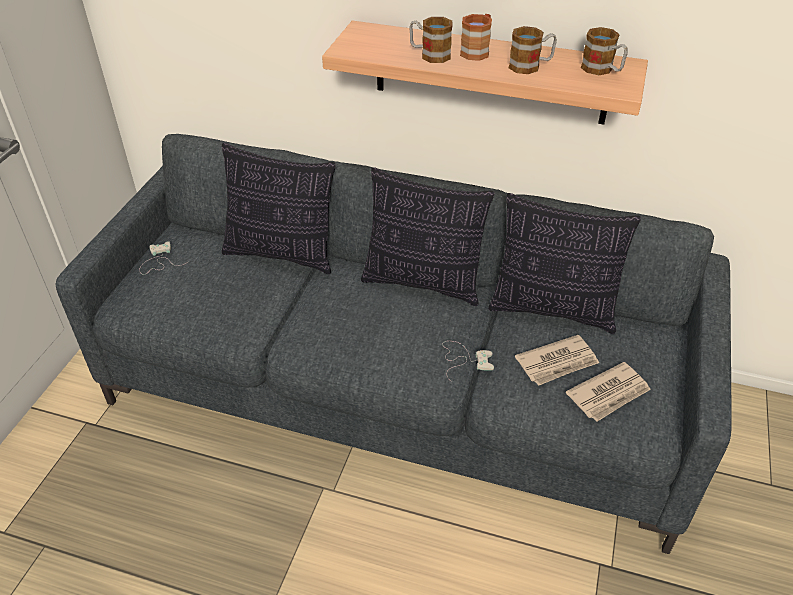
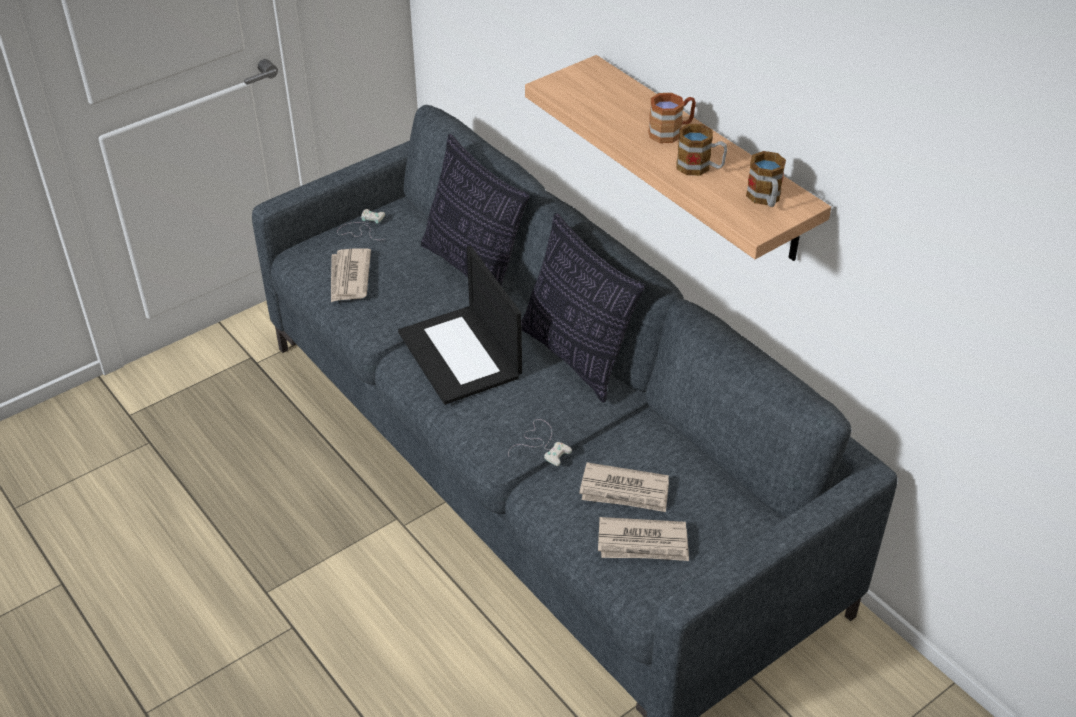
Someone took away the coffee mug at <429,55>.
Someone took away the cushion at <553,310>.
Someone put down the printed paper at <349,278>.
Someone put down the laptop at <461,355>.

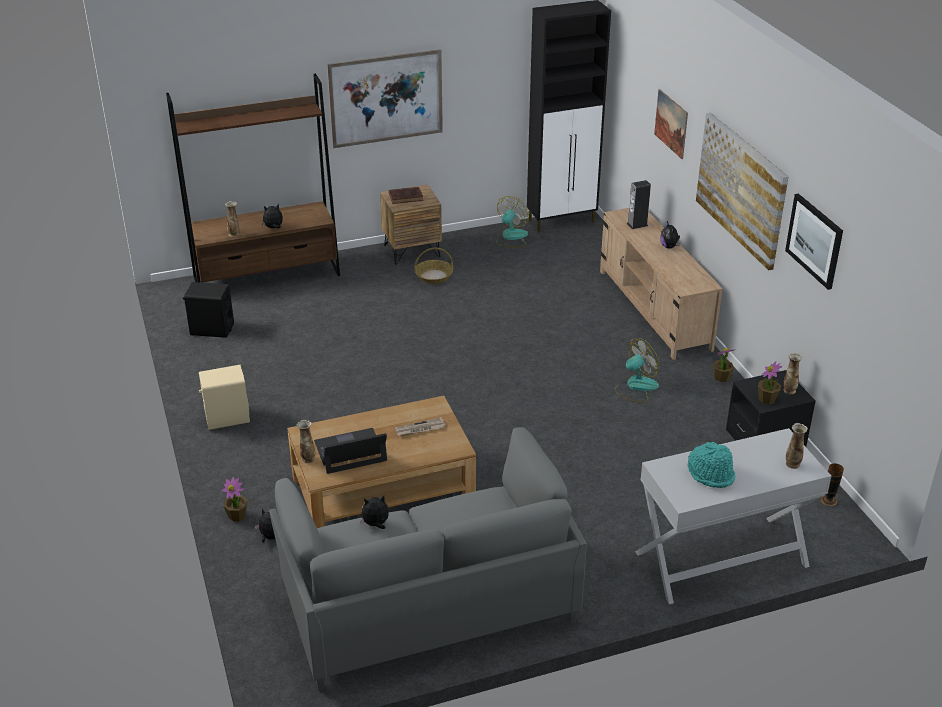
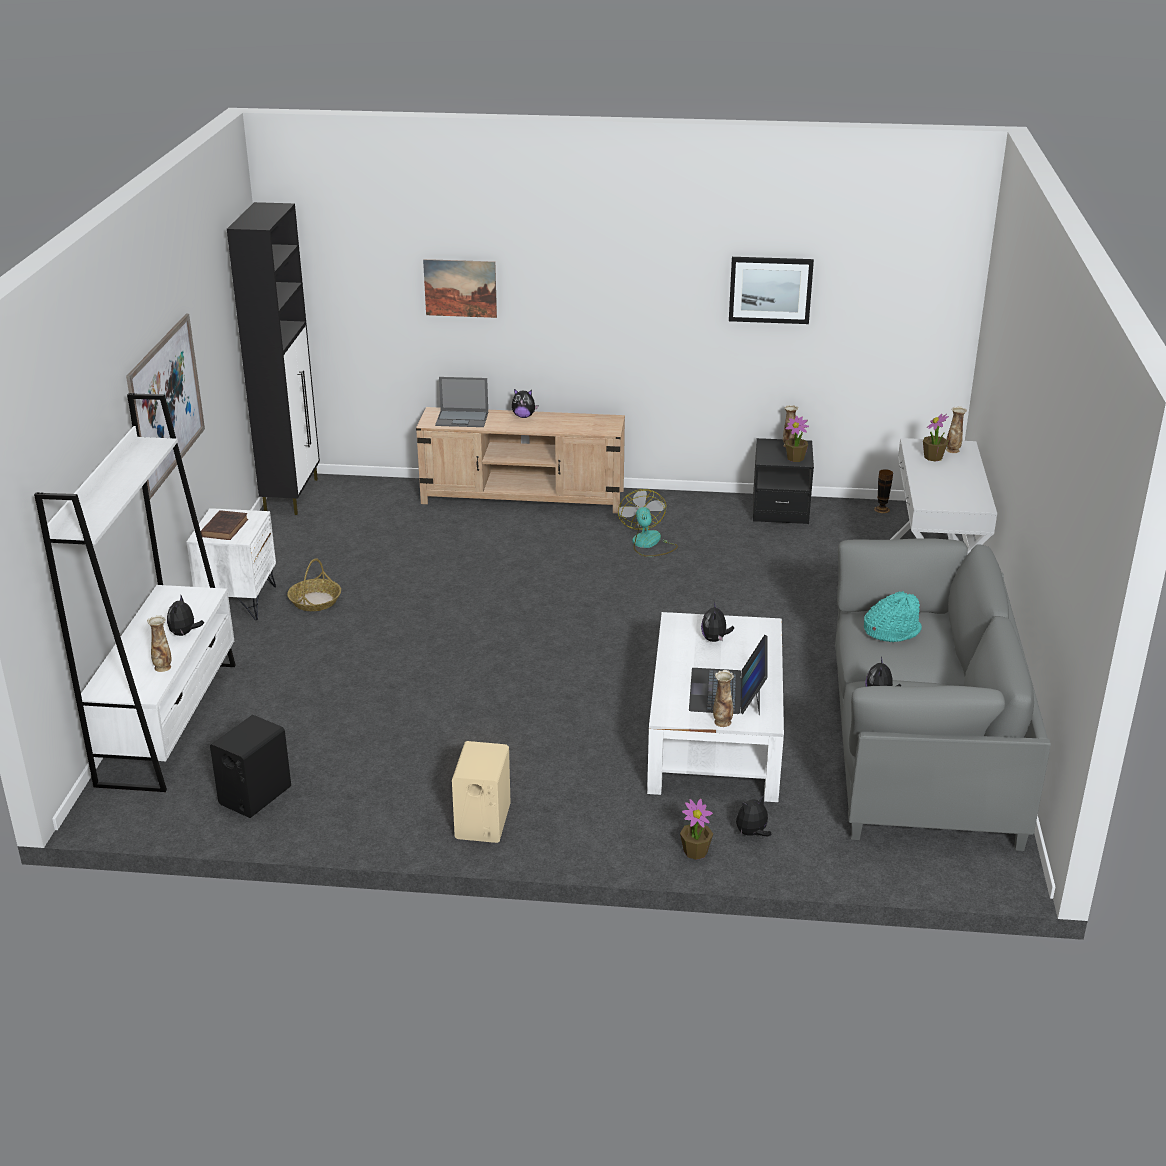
Someone repainted the bookcase/brown at <267,276>, which became the bookcase/white-coloured at <169,722>.
Someone repainted the lounge table/brown at <382,490>, which became the lounge table/white-coloured at <715,735>.
Someone repainted the bedside table/brown at <412,251>, which became the bedside table/white-coloured at <238,601>.
Someone swapped the printed paper at <420,429> for the soft toy at <715,639>.
Someone took away the cooling fan at <511,237>.
Someone swapped the audio speaker at <637,224> for the laptop at <462,419>.
Someone carried the wearable hat/turquoise-coloured from <711,474> to <891,631>.
Someone took away the picture at <741,189>.
Someone carried the plant in a pot from <721,377> to <933,457>.

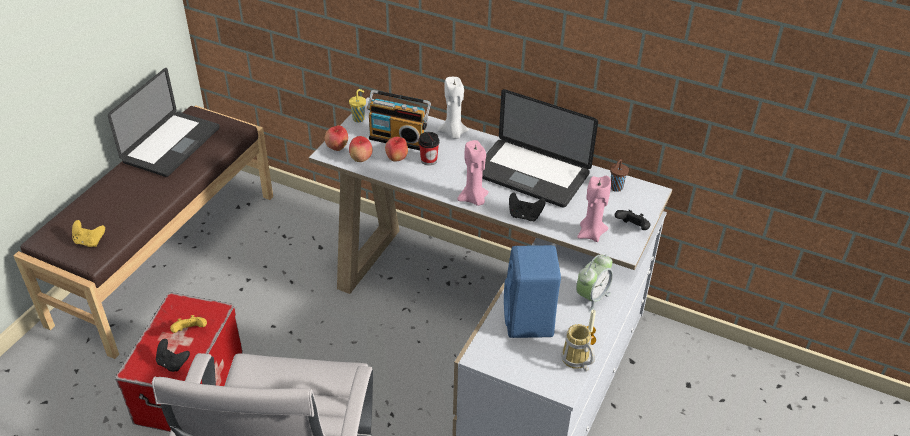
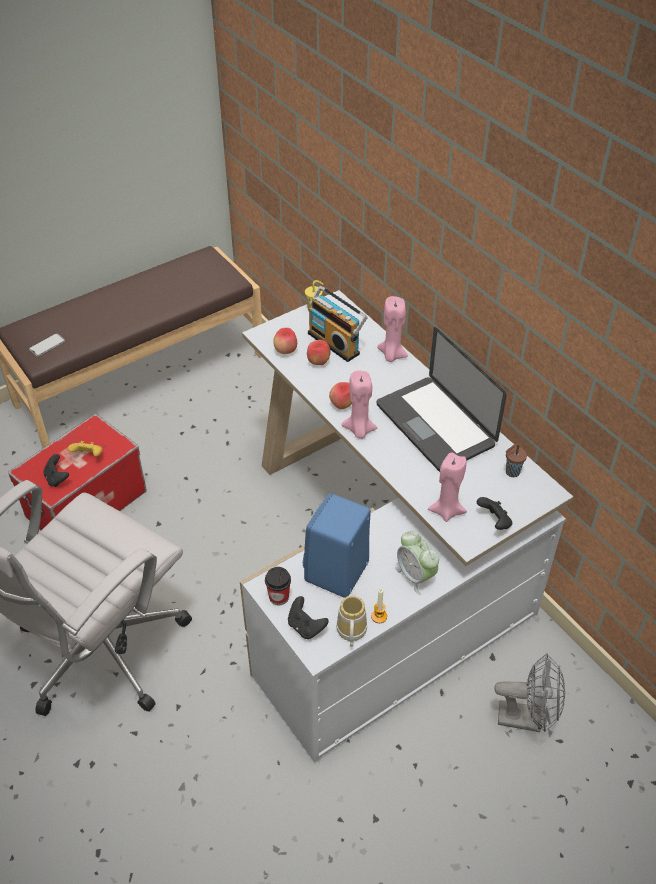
Someone swapped the gamepad/yellow at <89,241> for the telephone at <47,345>.
Someone took away the laptop at <171,145>.
Someone carried the whole apple from <337,148> to <342,405>.
Someone carried the small cup from <429,160> to <279,597>.
Someone repainted the wax candle/white-coloured at <453,133>, which became the wax candle/pink-coloured at <391,355>.
Someone carried the gamepad/black-coloured from <524,216> to <306,627>.
Someone rotated the alarm clock at <592,297> by 75 degrees clockwise.
Someone put down the cooling fan/gray at <527,718>.

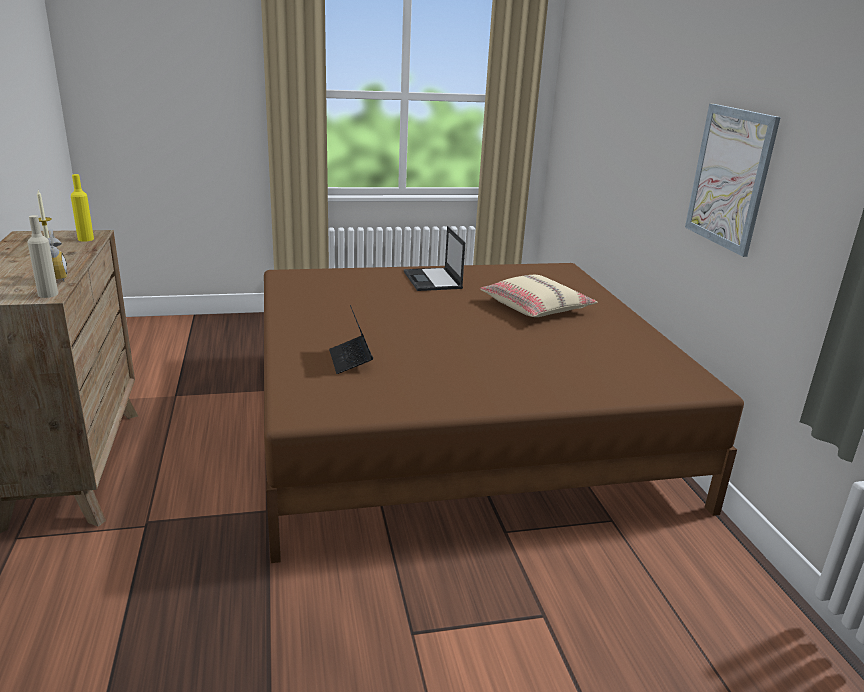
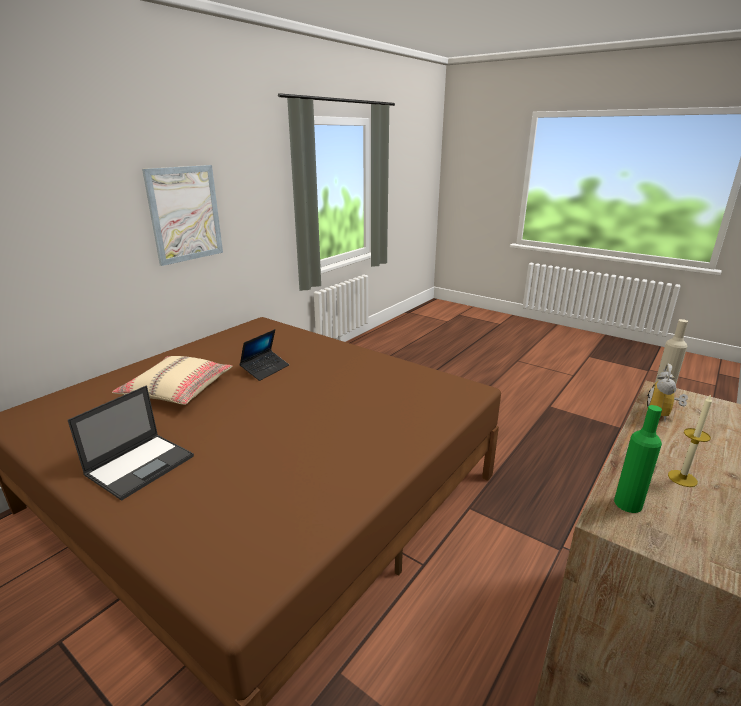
Someone repainted the beverage bottle/yellow at <85,239>, which became the beverage bottle/green at <628,503>.
Someone carried the laptop from <350,360> to <265,369>.

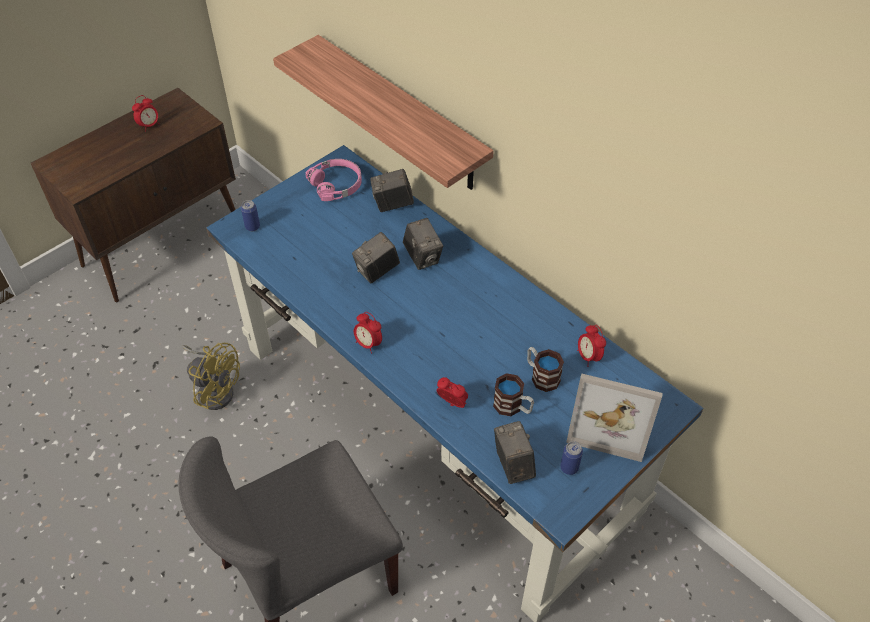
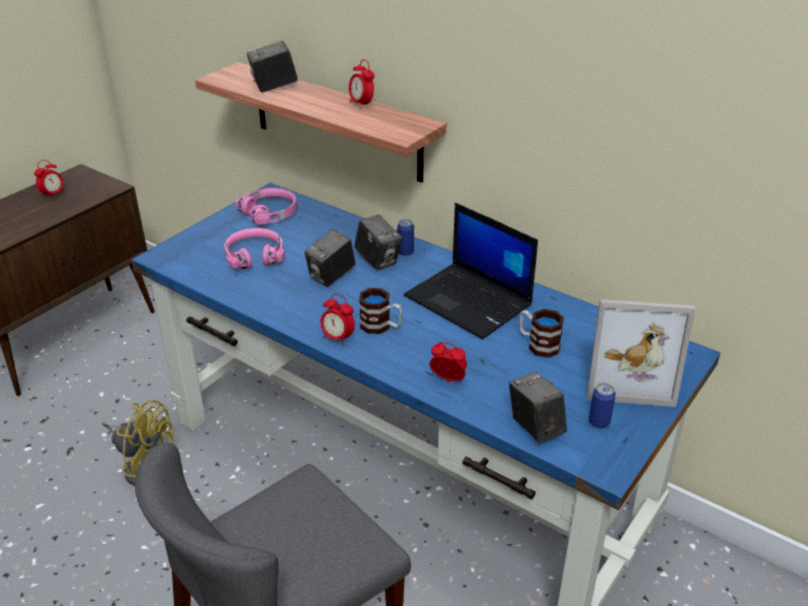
Someone carried the can from <252,227> to <405,252>.
Someone carried the photo camera from <392,204> to <274,87>.
Someone carried the coffee mug from <513,407> to <381,326>.
Someone carried the alarm clock from <588,356> to <361,104>.
Someone put down the pair of headphones/pink-coloured at <254,255>.
Someone put down the laptop at <470,301>.

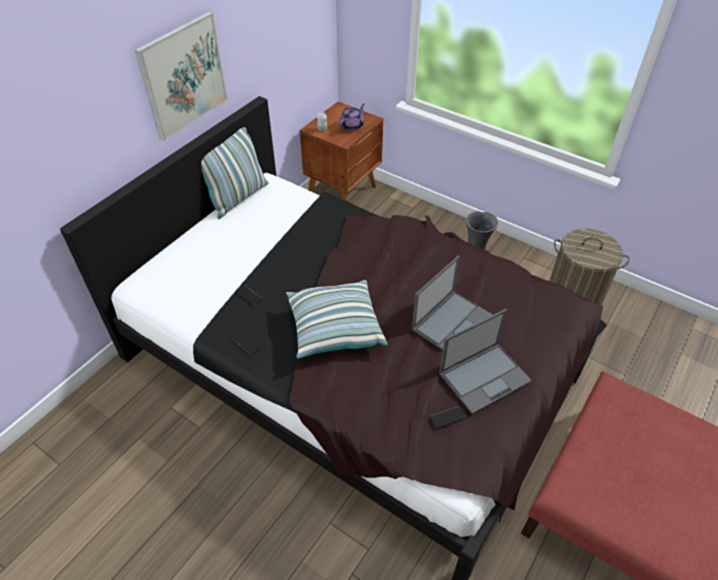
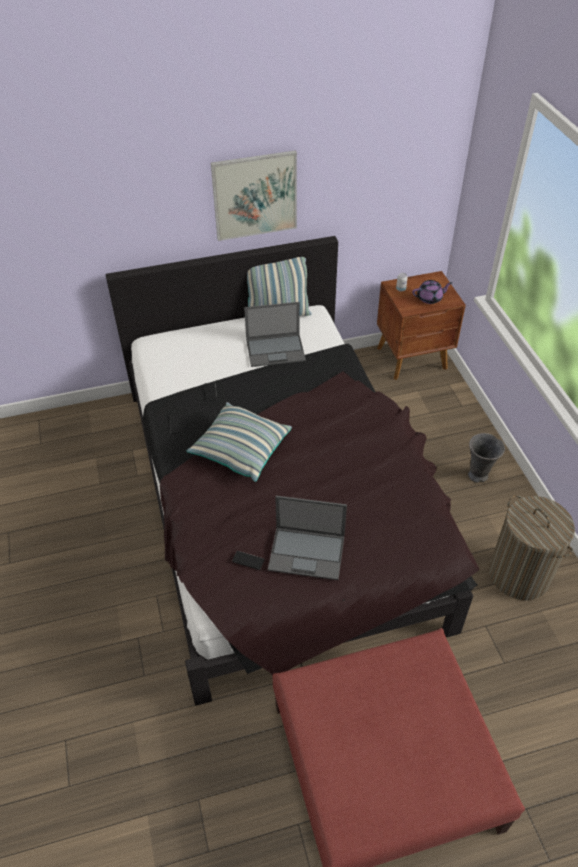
Someone carried the laptop from <452,322> to <276,350>.

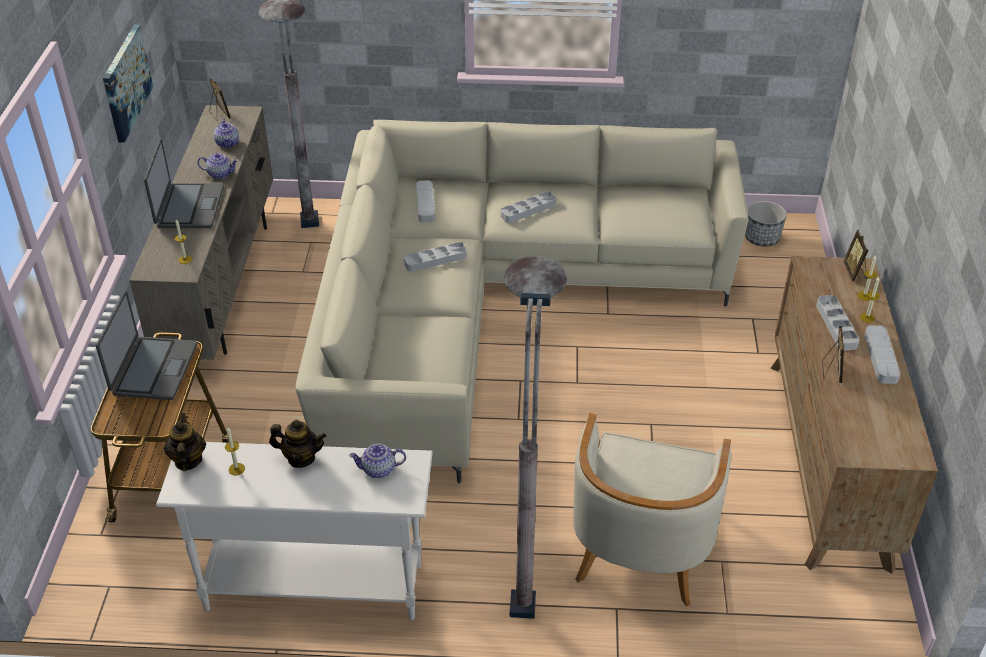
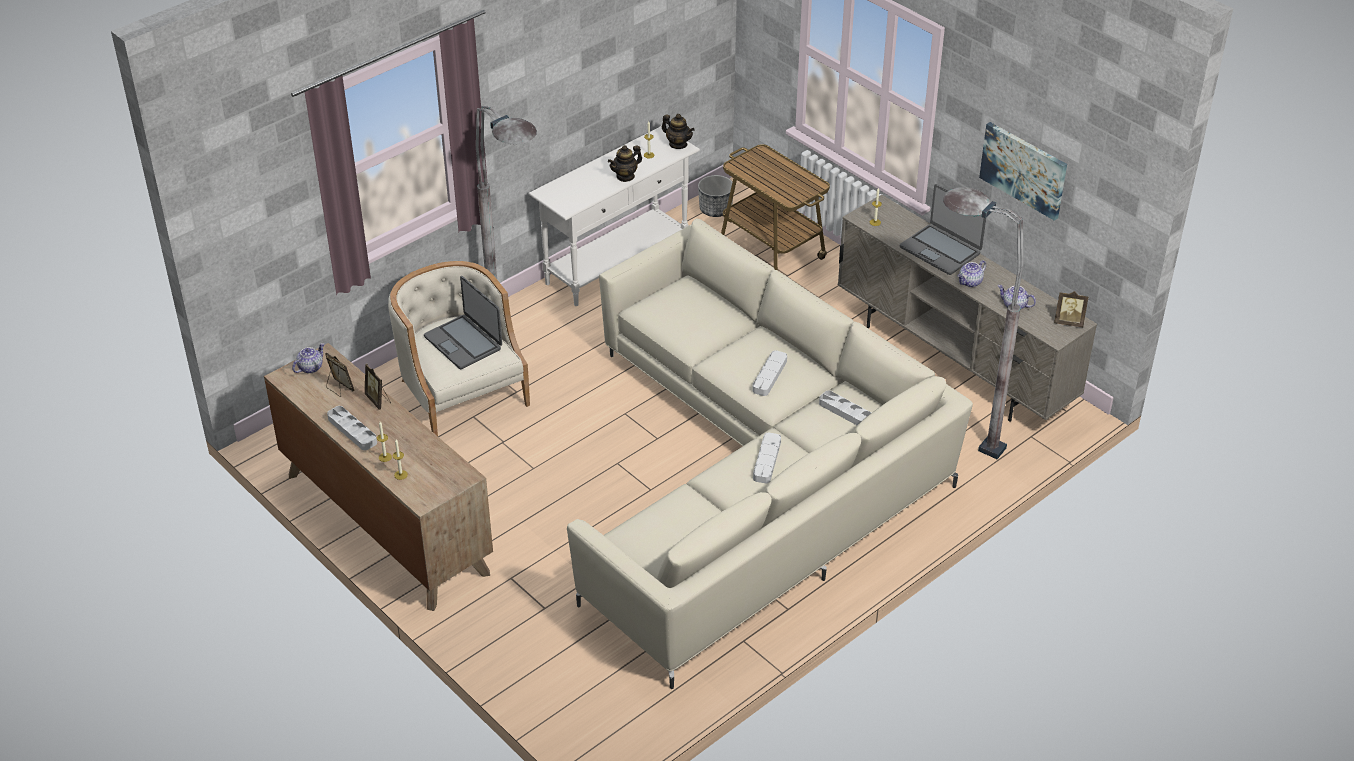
Someone carried the laptop from <153,369> to <464,342>.
Someone carried the teapot from <378,470> to <310,367>.
Someone carried the flower pot from <761,238> to <715,210>.
Someone took away the carrying tray/gray at <836,325>.
Someone carried the photo frame from <855,272> to <339,388>.

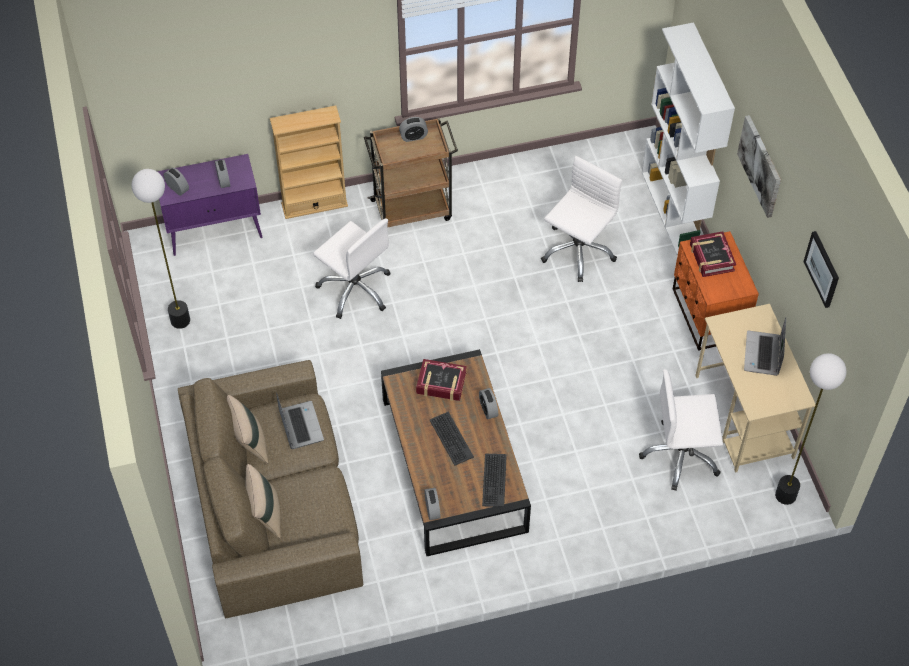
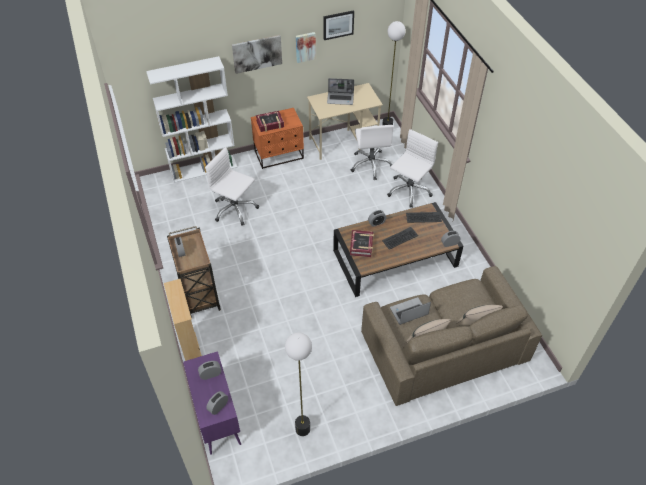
Someone carried the office chair/white-coloured from <355,289> to <409,190>.
Someone put up the picture at <305,46>.

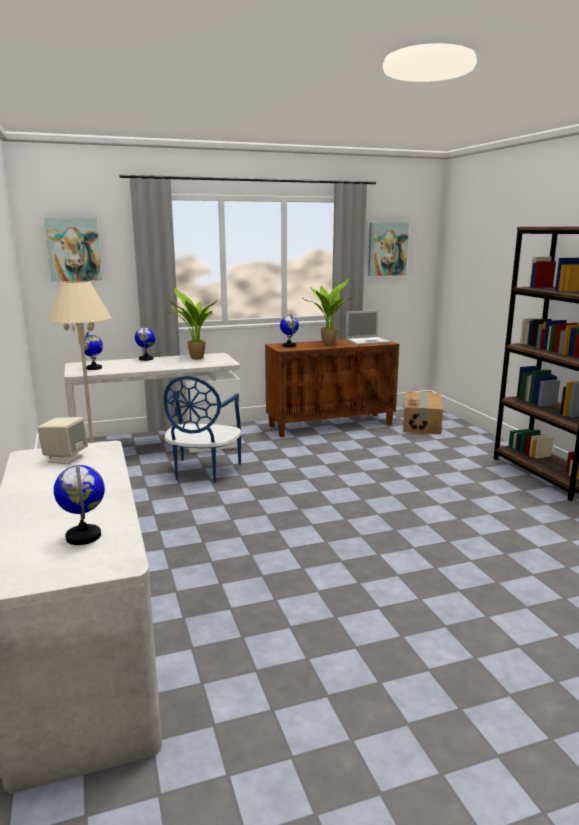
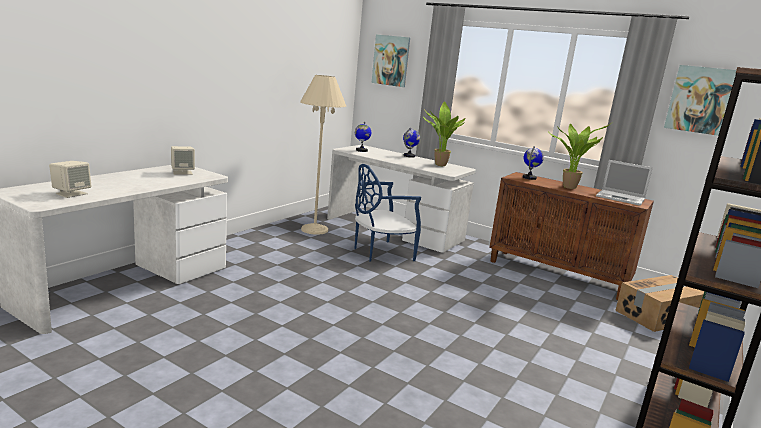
Someone swapped the globe at <84,536> for the audio speaker/sand-coloured at <71,193>.

